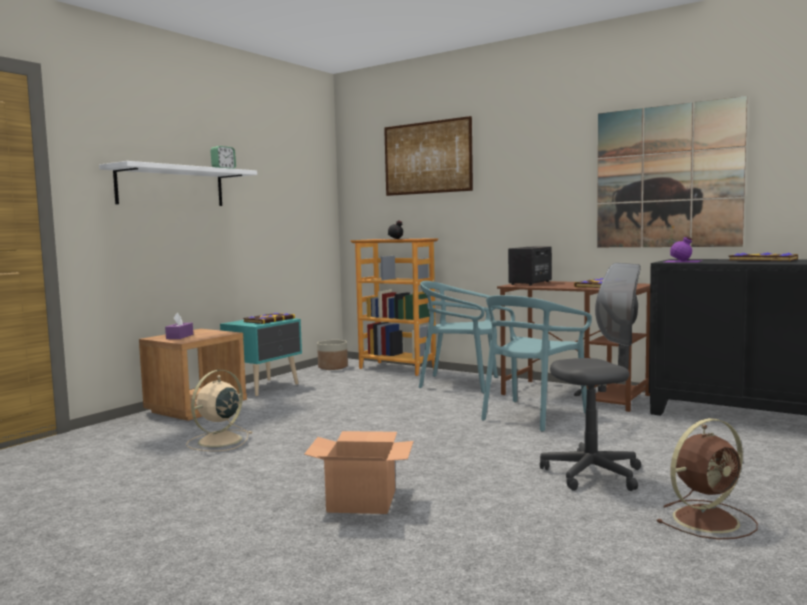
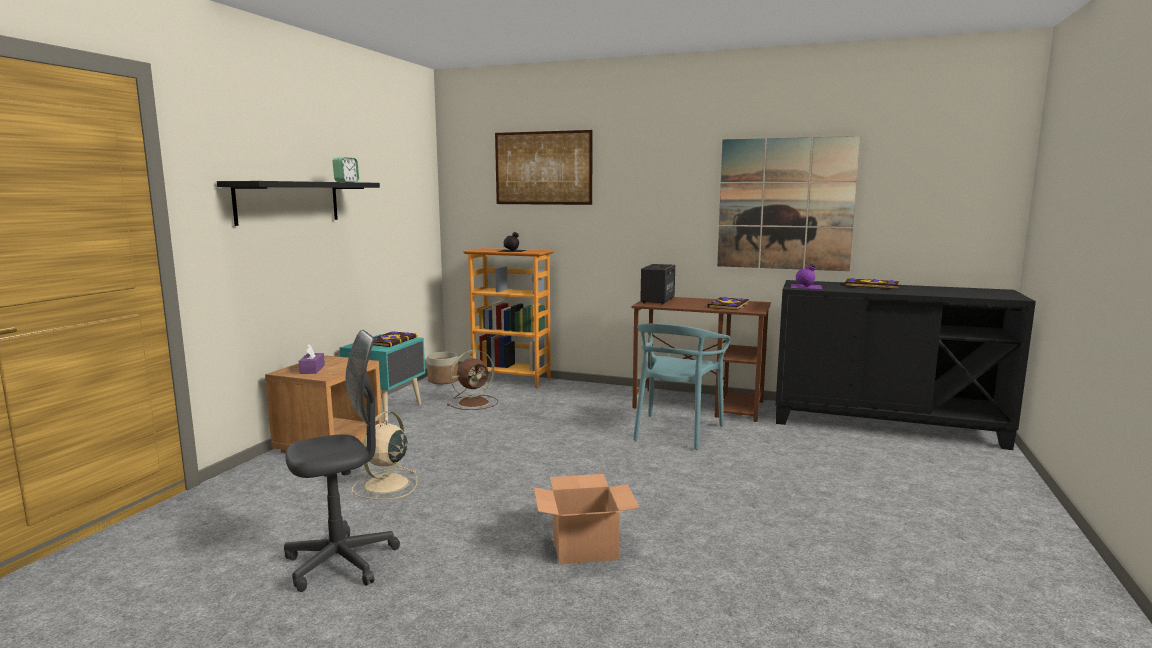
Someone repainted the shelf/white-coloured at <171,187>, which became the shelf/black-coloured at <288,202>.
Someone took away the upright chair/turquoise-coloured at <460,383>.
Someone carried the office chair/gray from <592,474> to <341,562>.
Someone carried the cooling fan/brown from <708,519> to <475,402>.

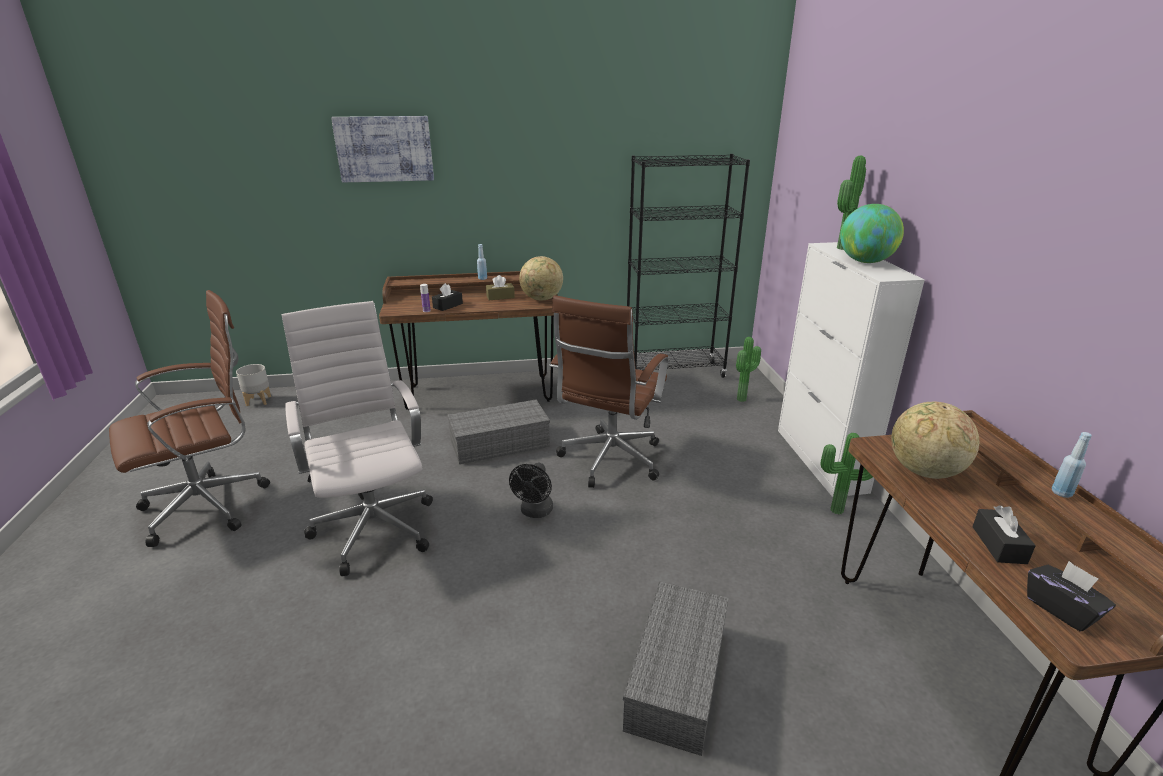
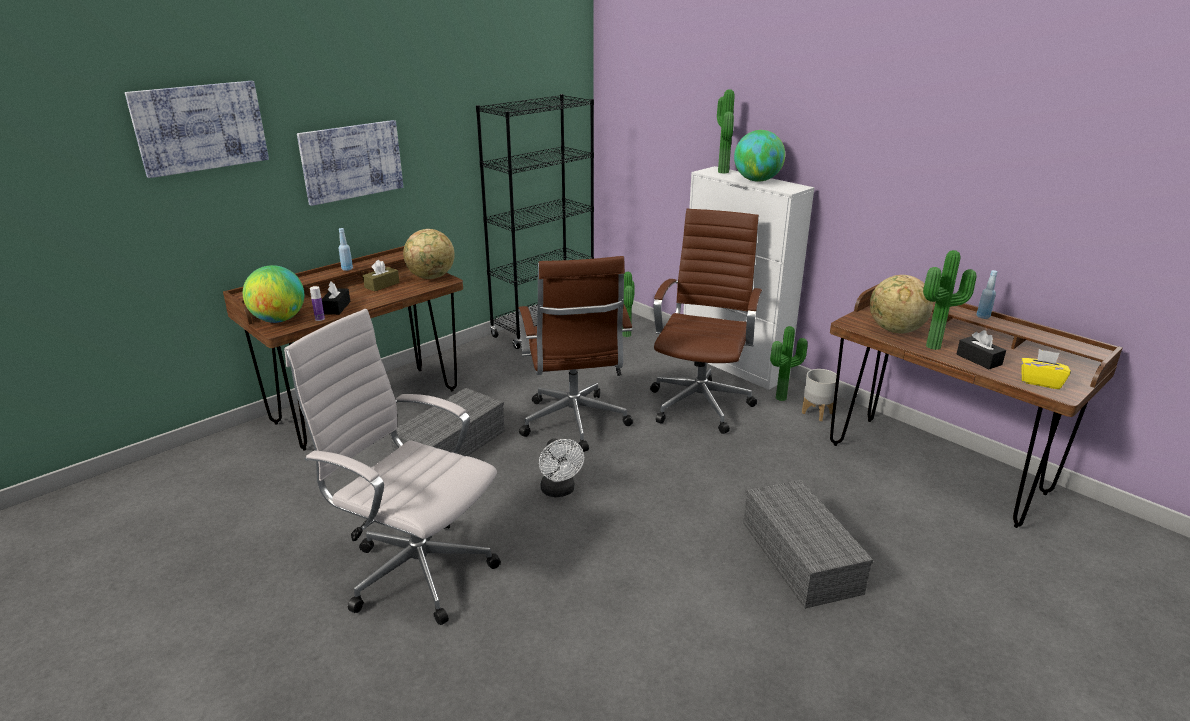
Someone carried the office chair/brown from <211,505> to <700,403>.
Someone carried the flower pot/gray from <258,401> to <816,413>.
Someone repainted the cooling fan/black-coloured at <535,512>, which became the cooling fan/white-coloured at <559,491>.
Someone repainted the tissue box/black-coloured at <1061,609>, which became the tissue box/yellow at <1040,382>.
Someone put down the globe at <279,320>.
Someone put up the picture at <351,161>.
Someone put down the plant in a pot at <935,347>.

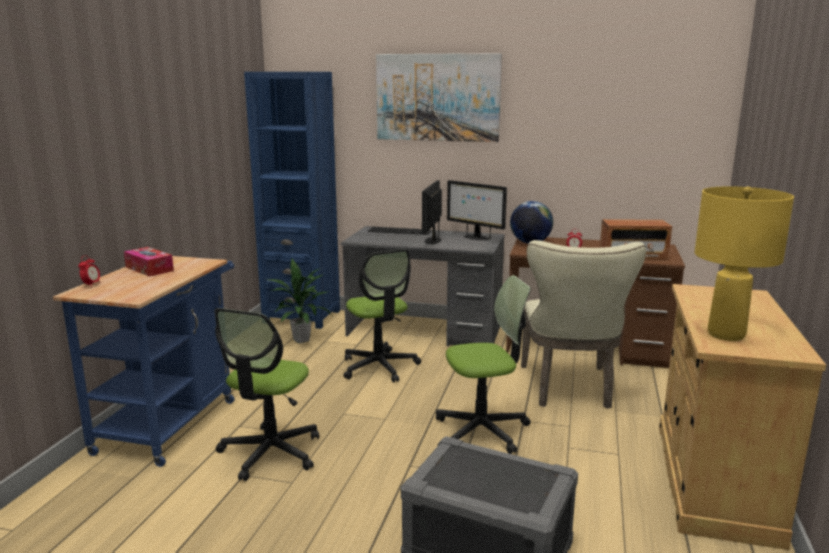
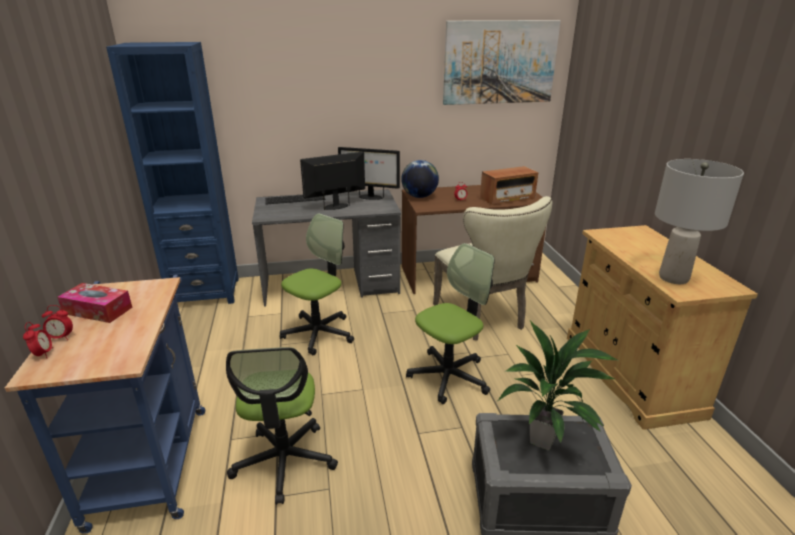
Someone carried the plant in a pot from <301,340> to <543,441>.
Someone rotated the office chair at <379,367> by 90 degrees counterclockwise.
Someone carried the picture from <437,97> to <499,62>.
Someone rotated the monitor at <432,240> by 75 degrees clockwise.
Someone repainted the tabletop lamp/yellow at <726,335>, which became the tabletop lamp/gray at <673,278>.
Someone put down the alarm clock at <61,338>.

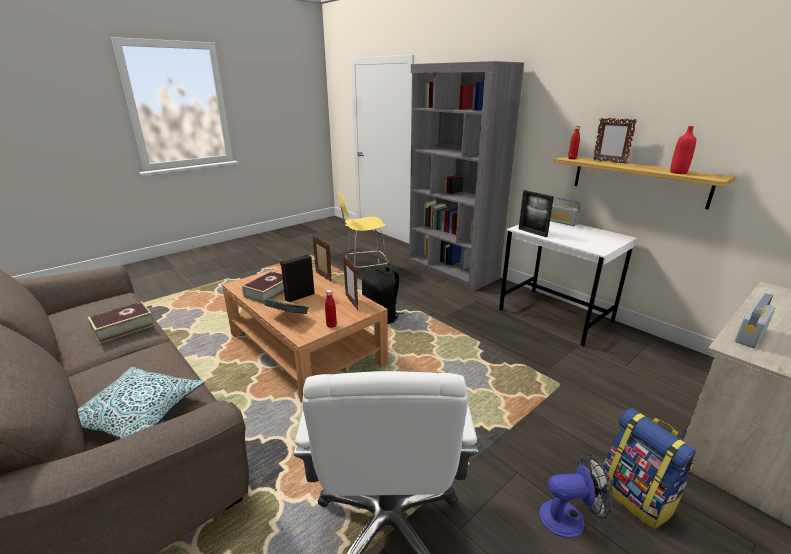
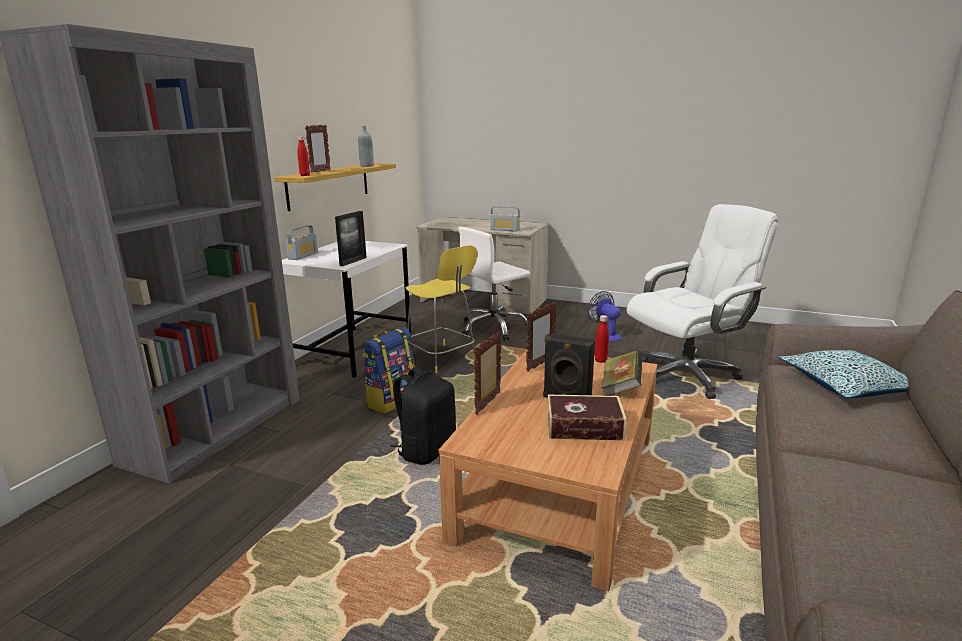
Someone took away the volume at <123,327>.
Someone carried the sitting stool/yellow from <365,271> to <442,359>.
Someone carried the knapsack from <636,497> to <391,400>.
Someone repainted the beverage bottle/red-coloured at <678,172>, which became the beverage bottle/gray at <367,166>.
Someone put down the office chair/white-coloured at <494,328>.

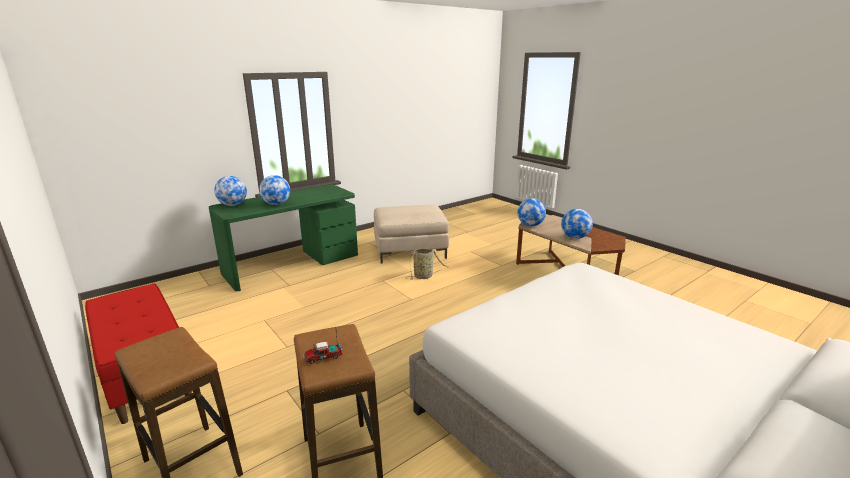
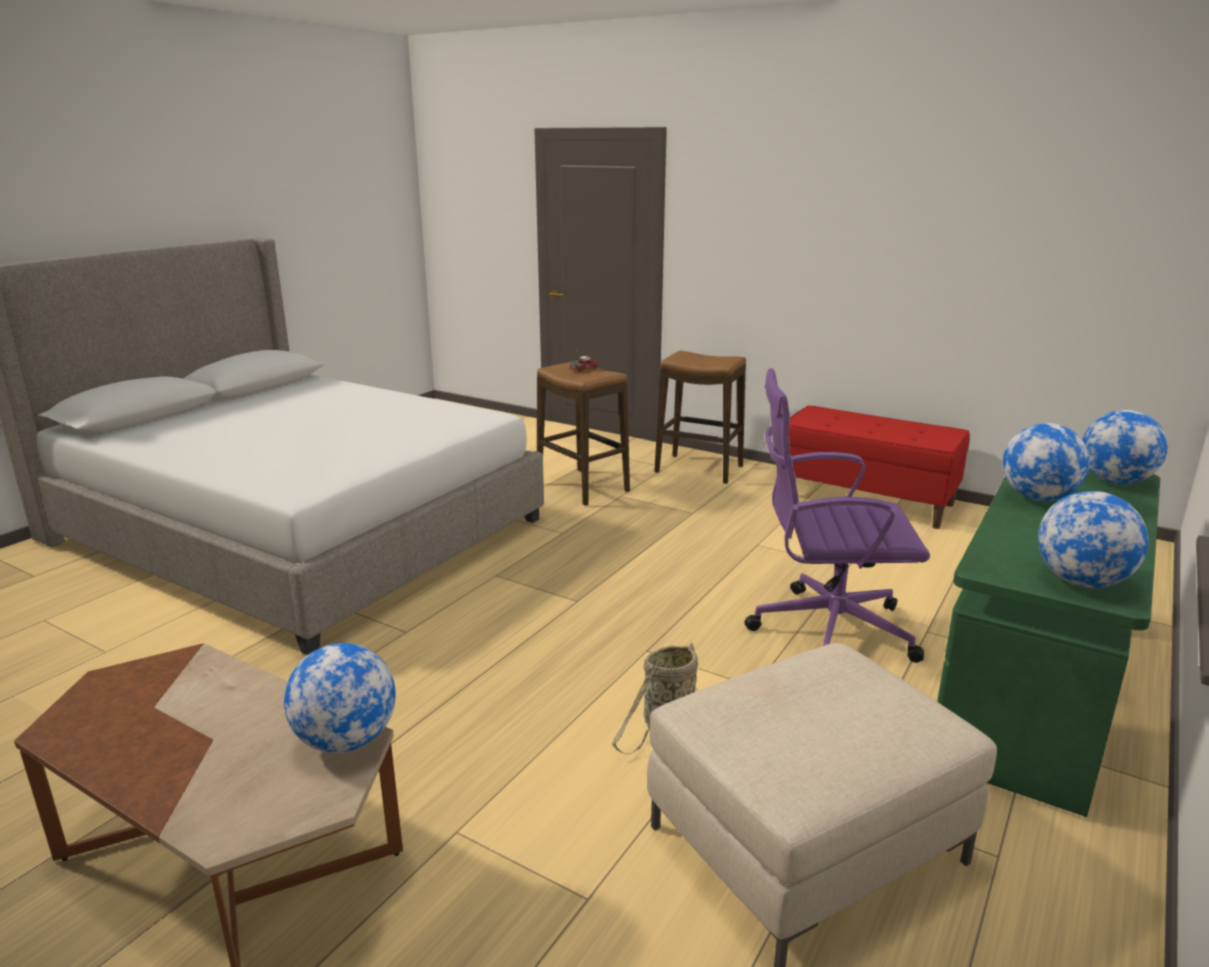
Someone carried the globe from <575,237> to <1081,582>.
Someone put down the office chair/purplish at <826,630>.

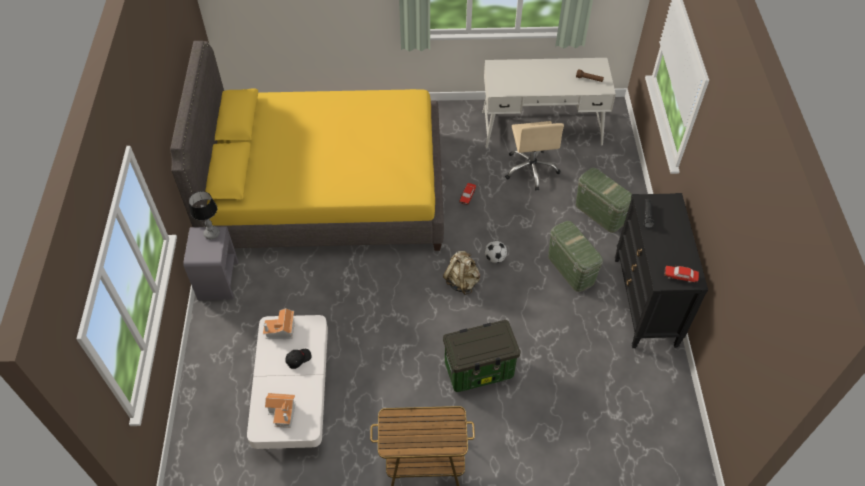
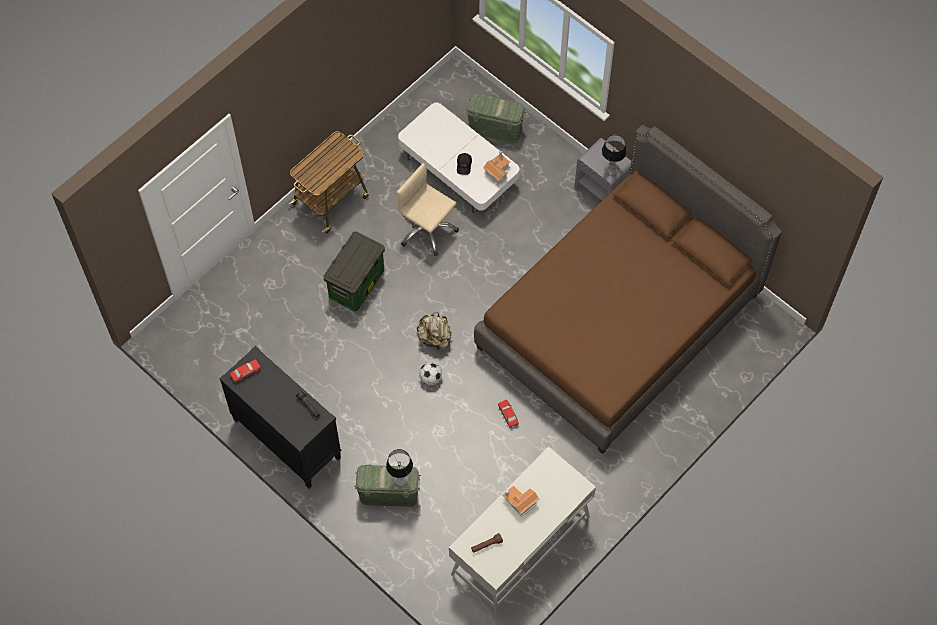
Someone repainted the sleeping bed/yellow at <327,191>, which became the sleeping bed/brown at <618,321>.
Someone carried the toy house from <283,413> to <519,503>.
Someone carried the office chair/sand-coloured from <531,169> to <427,230>.
Someone carried the storage container/green from <570,269> to <495,129>.
Someone put down the tabletop lamp at <401,479>.

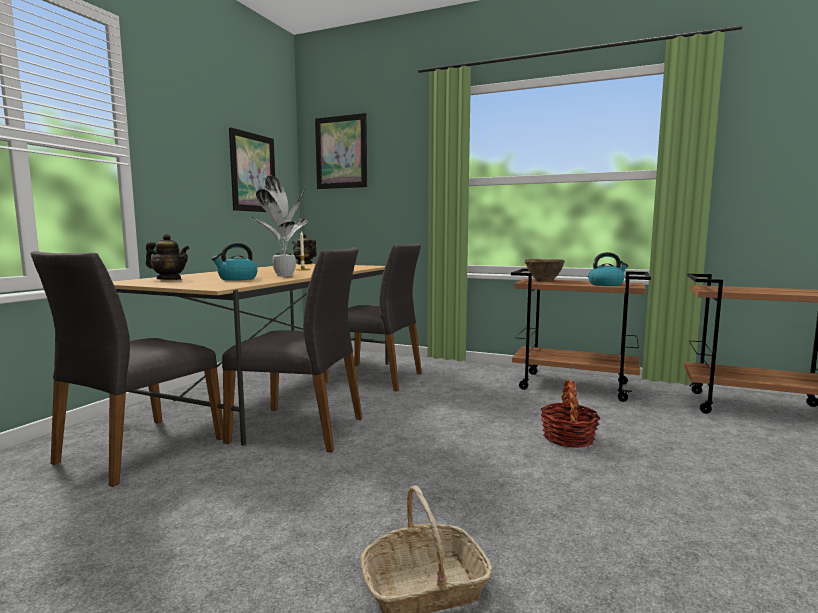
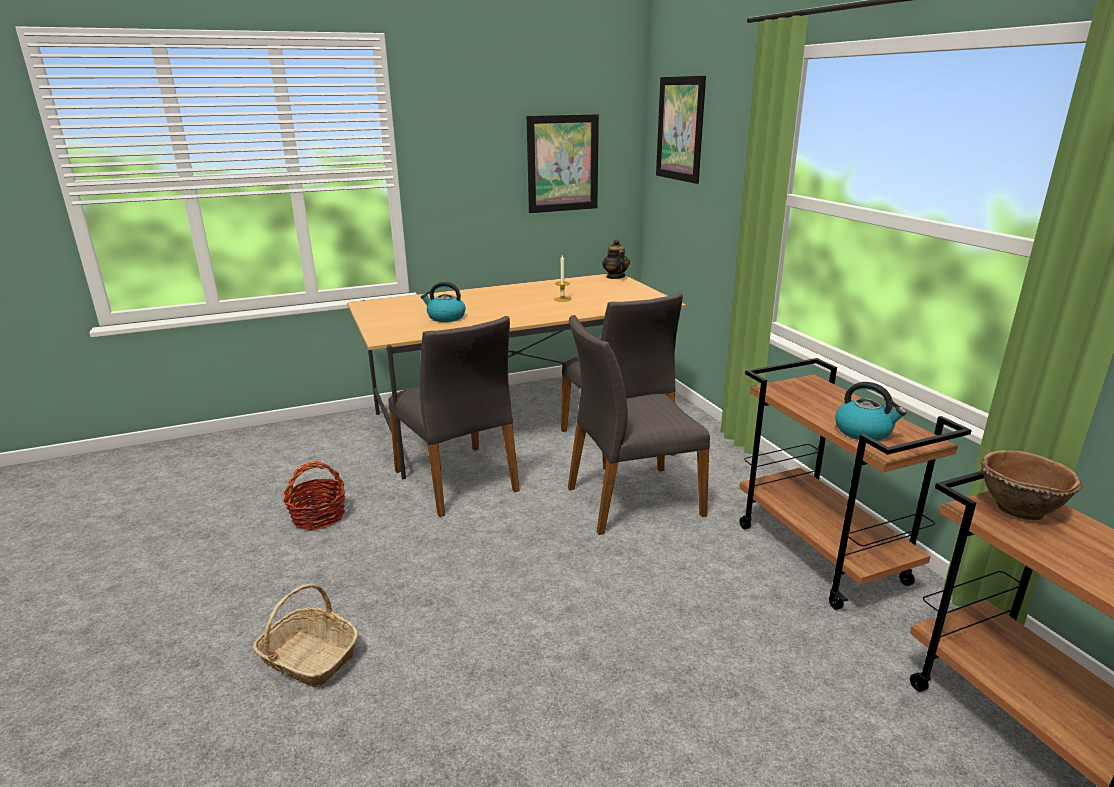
Someone carried the upright chair/gray from <138,450> to <632,500>.
Someone took away the teapot at <169,279>.
Someone took away the plant in a pot at <284,275>.
Someone carried the deep dish/brown from <543,280> to <1018,508>.
Someone carried the household basket from <568,438> to <319,516>.

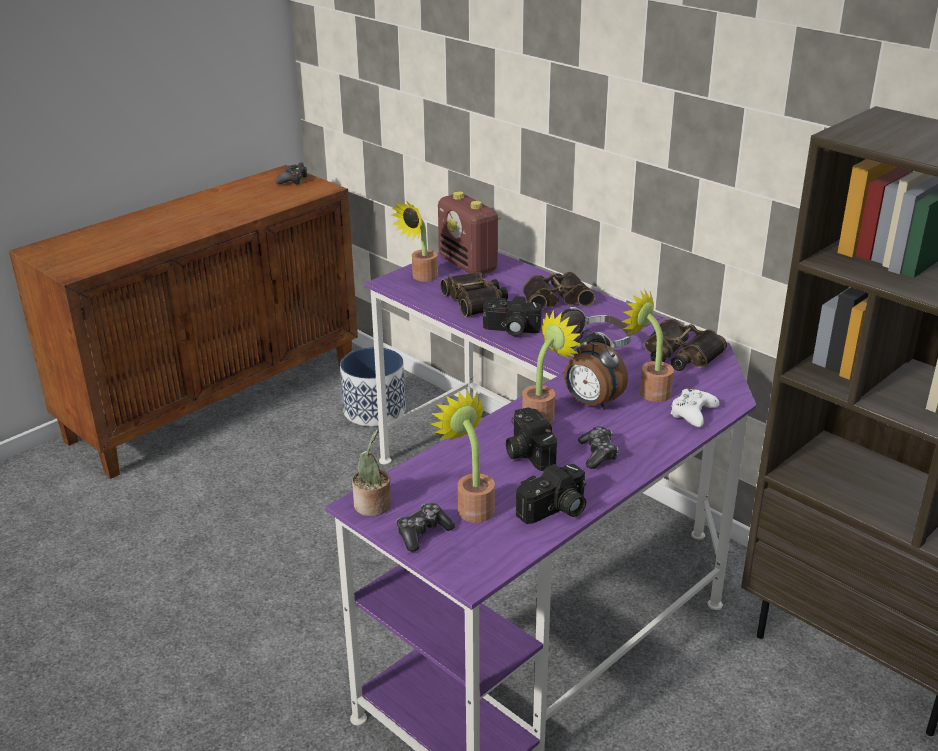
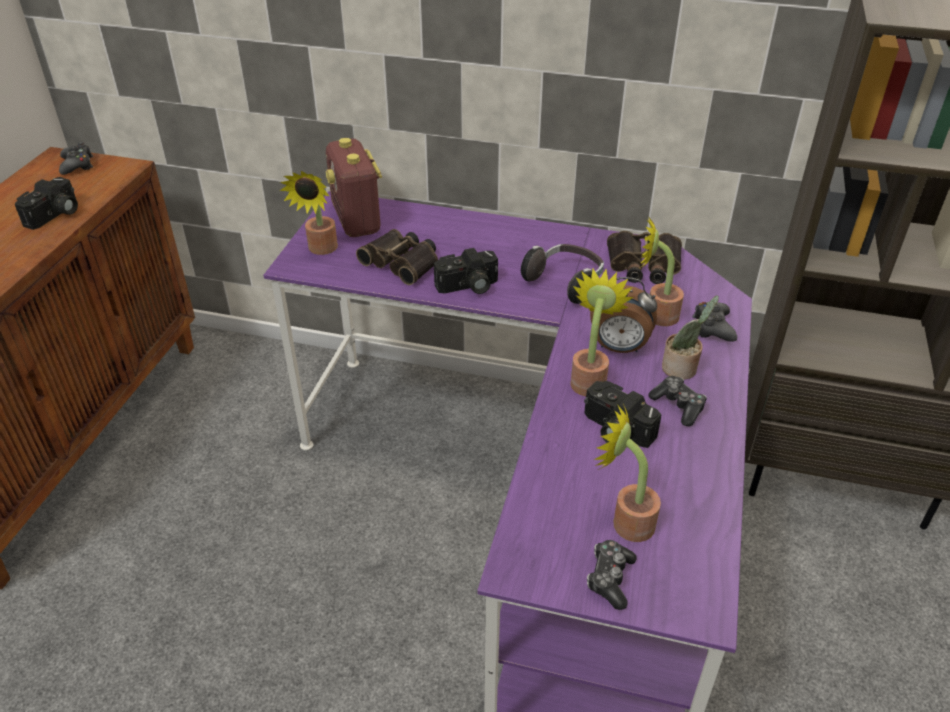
Someone took away the flower pot at <375,410>.
Someone carried the plant in a pot from <373,506> to <681,369>.
Someone rotated the radio set at <468,265> by 45 degrees clockwise.
Someone carried the photo camera from <555,511> to <55,215>.
Someone took away the field glasses at <555,298>.
Someone repainted the gamepad/white-coloured at <692,413>, which became the gamepad/black-coloured at <713,327>.

